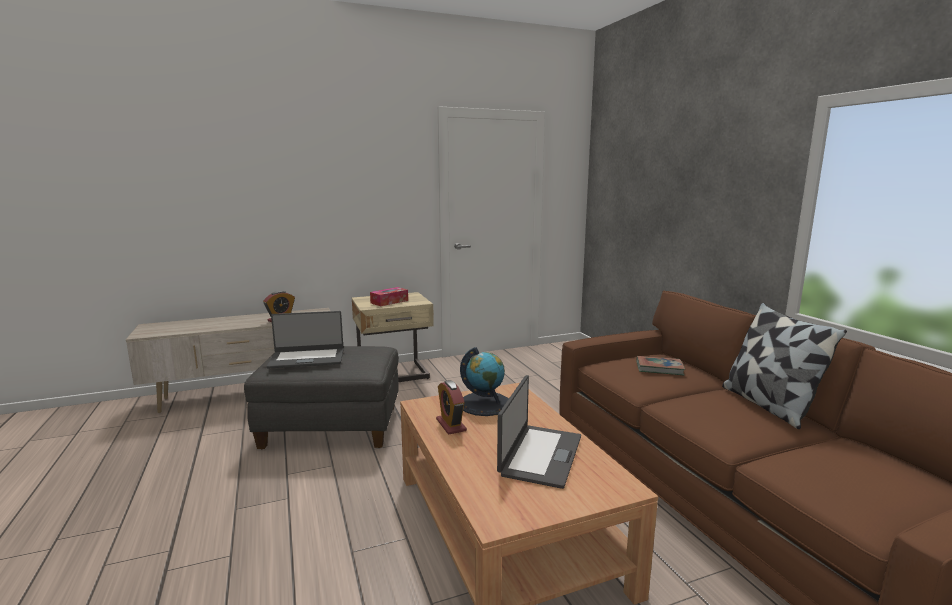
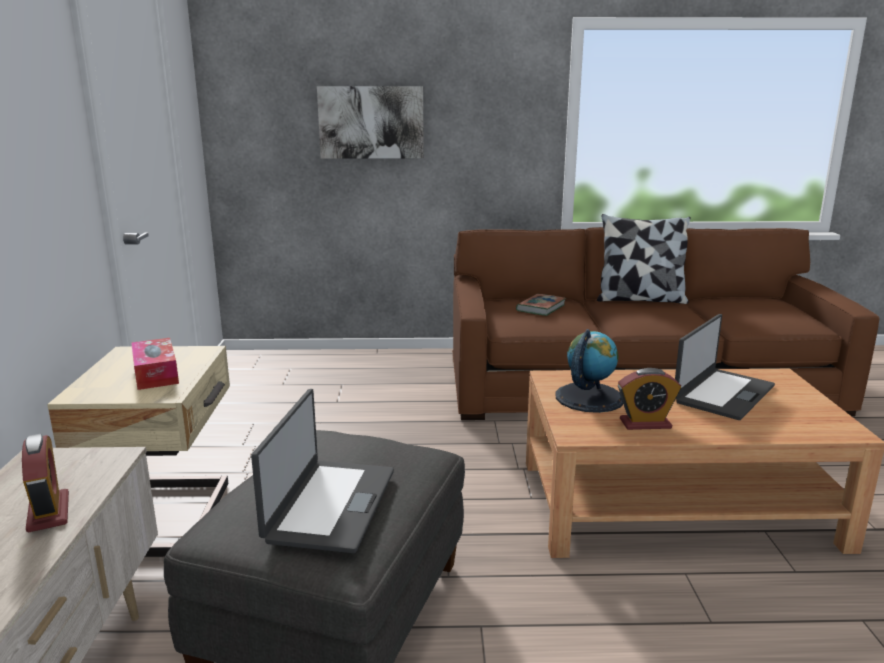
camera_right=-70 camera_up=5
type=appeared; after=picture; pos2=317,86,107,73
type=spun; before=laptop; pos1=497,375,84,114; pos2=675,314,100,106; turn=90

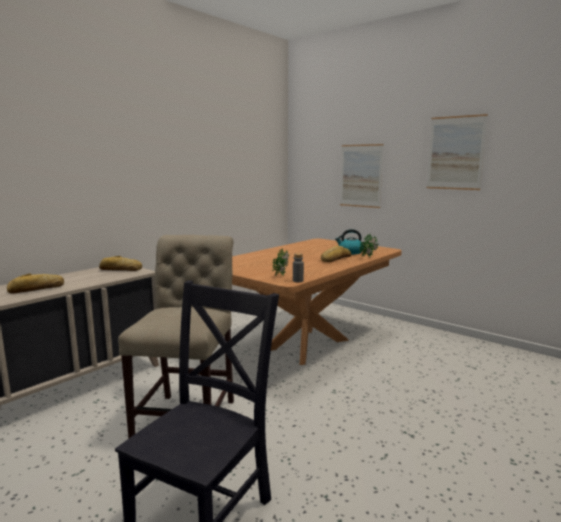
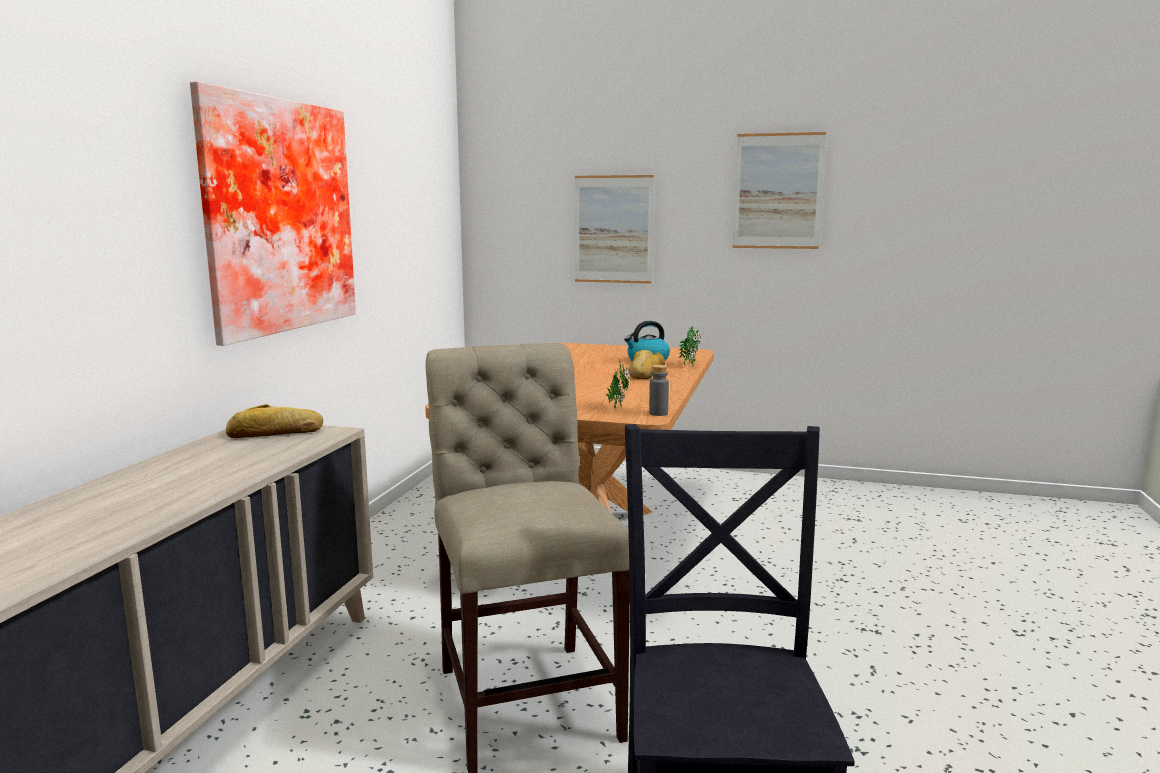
camera_right=-25 camera_up=0
type=missing; before=bread; pos1=7,274,57,20
type=appeared; after=picture; pos2=190,81,166,265

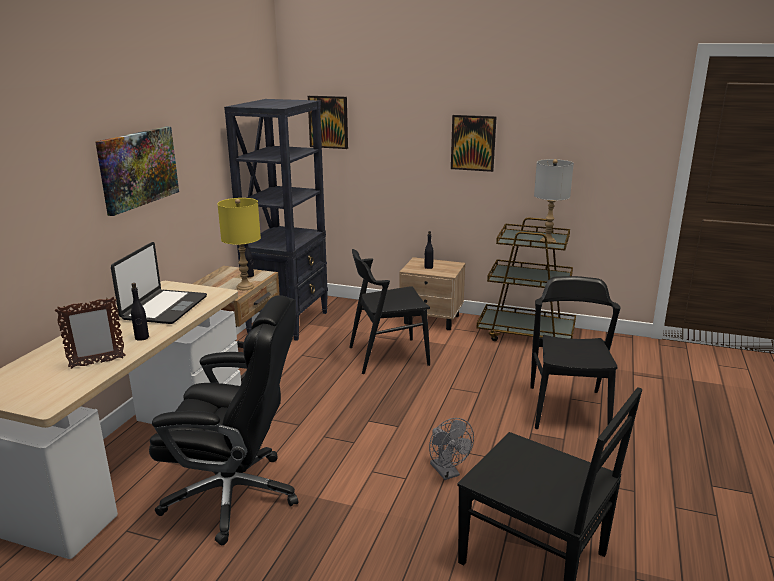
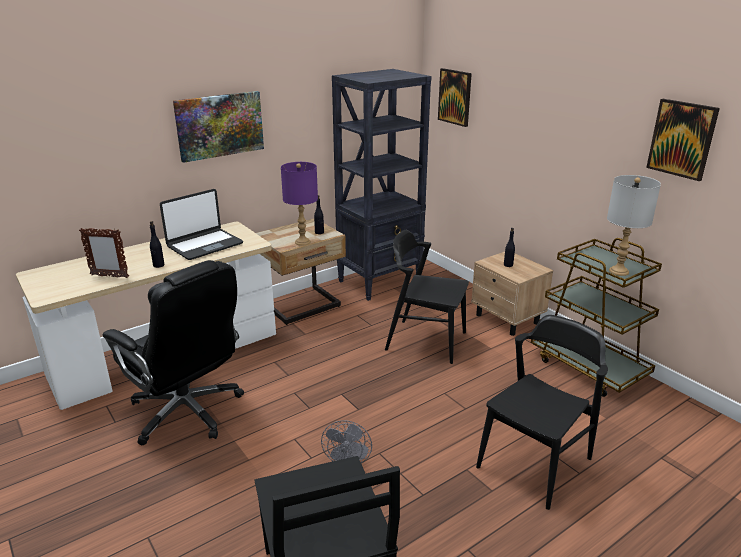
camera_right=35 camera_up=5
type=relocated; before=picture; pos1=451,115,46,57; pos2=646,99,74,82
type=colour; before=yellow table lamp; after=purple table lamp; pos1=217,198,44,92; pos2=281,162,37,84

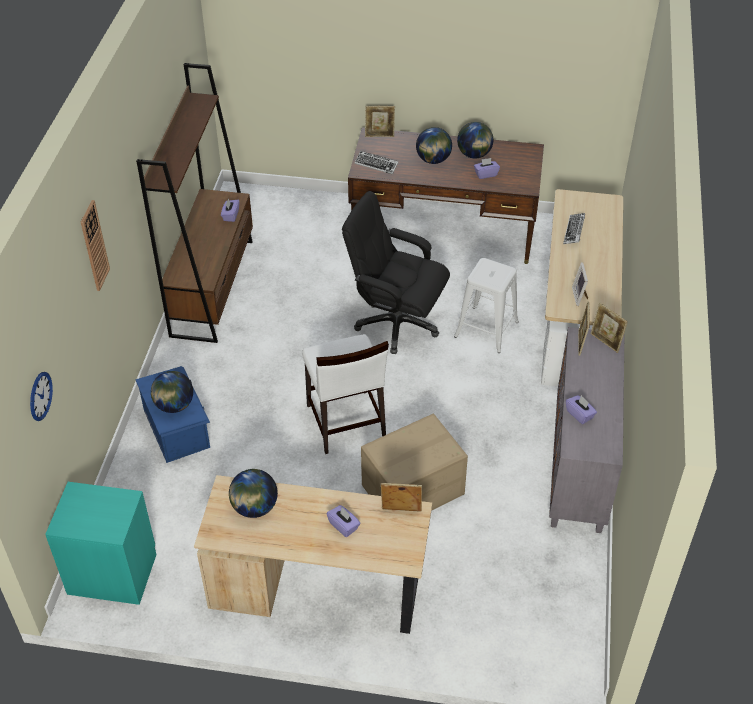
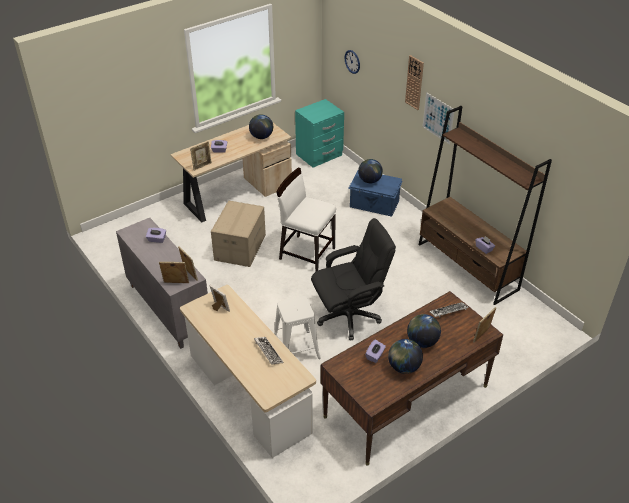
camera_right=135 camera_up=-5
type=appeared; after=picture; pos2=422,92,32,53

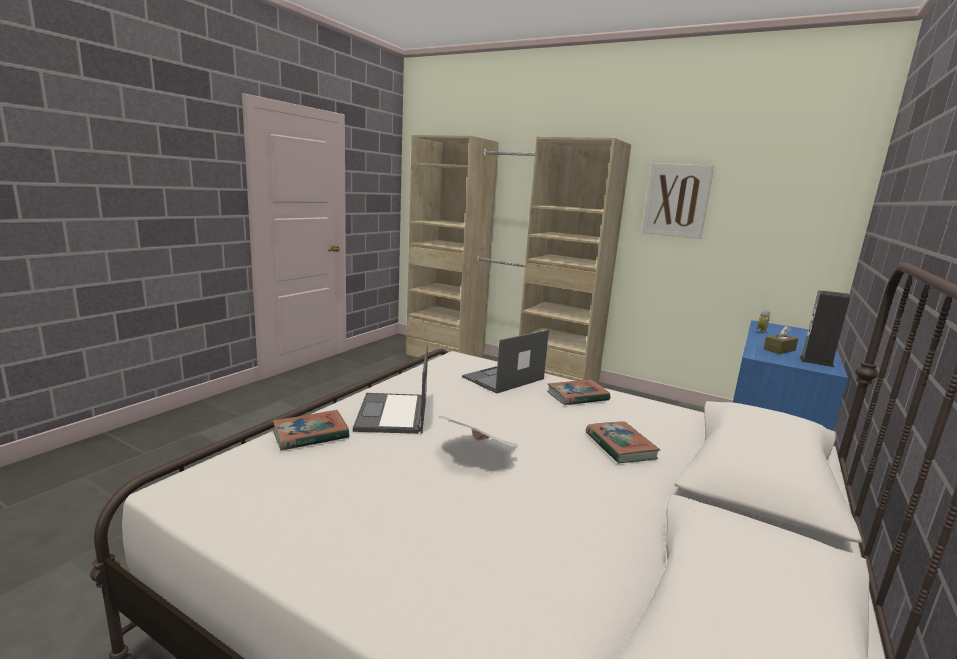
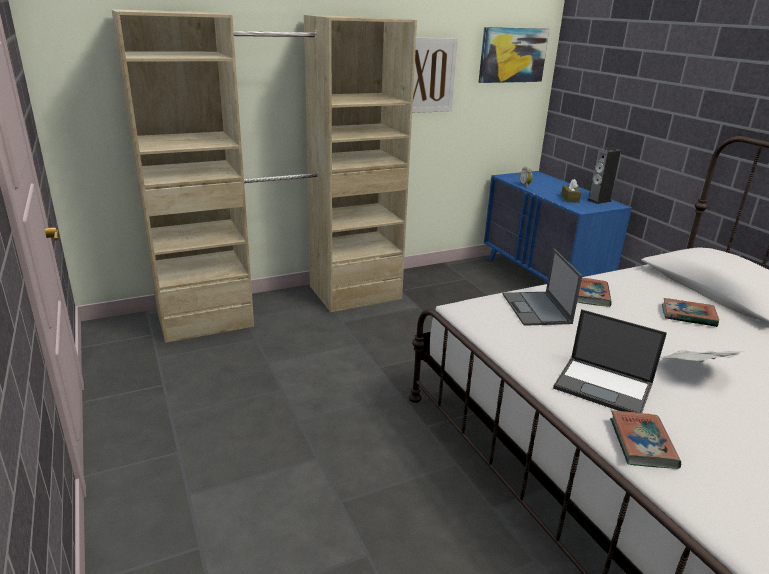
camera_right=-55 camera_up=10
type=appeared; after=picture; pos2=479,27,70,56

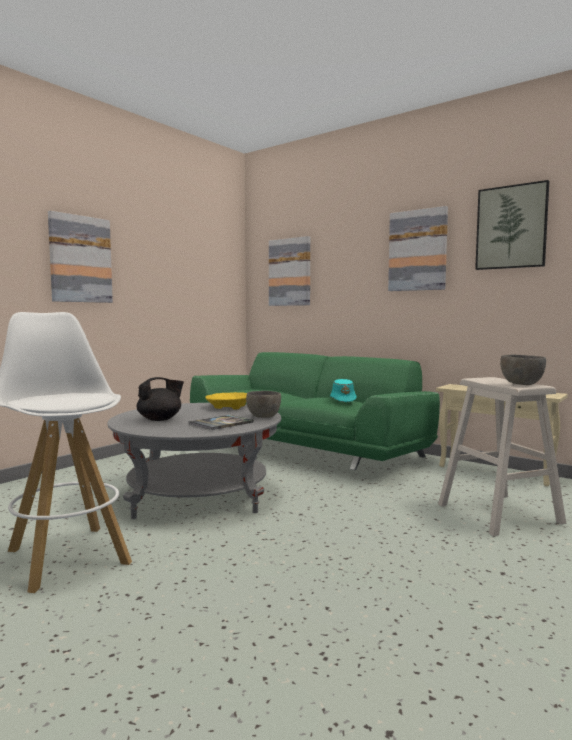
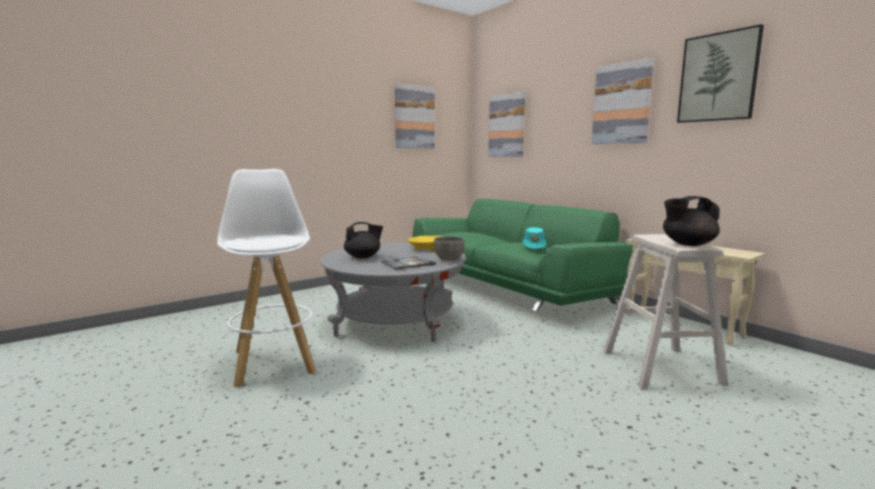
camera_right=15 camera_up=5
type=relocated; before=picture; pos1=48,211,65,92; pos2=395,83,40,65
type=exchanged; before=grey bowl; after=black teapot; pos1=500,355,46,30; pos2=663,196,57,50

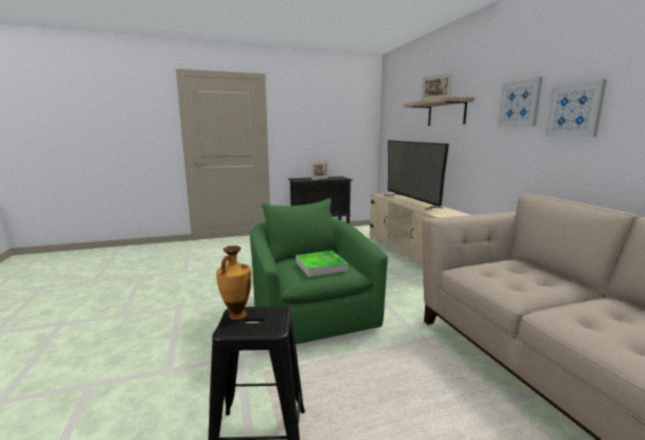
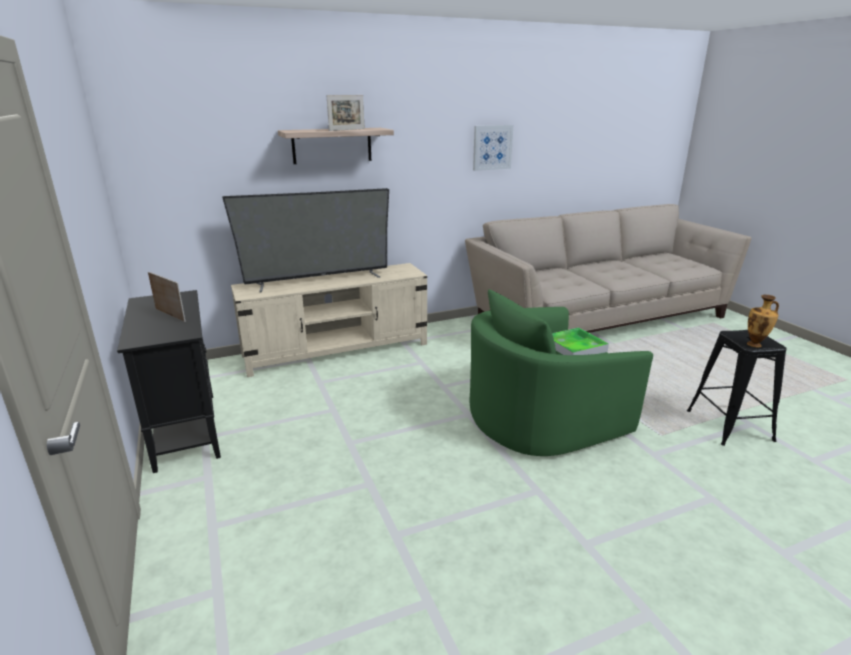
camera_right=-95 camera_up=10
type=missing; before=picture; pos1=497,77,46,50

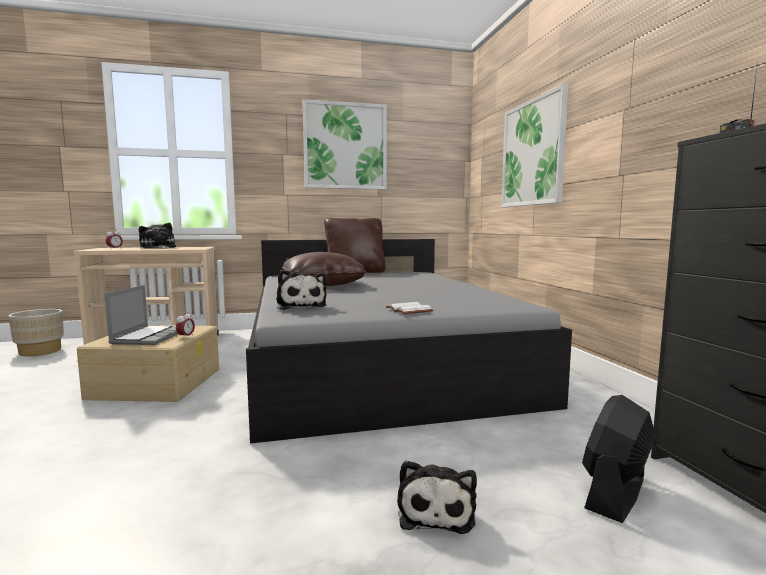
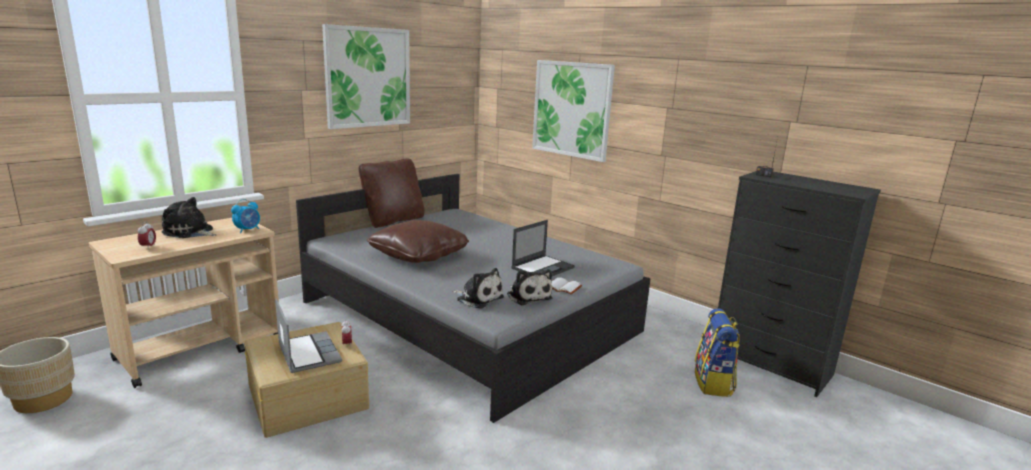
camera_right=-35 camera_up=10
type=appeared; after=alarm clock; pos2=231,199,29,34
type=appeared; after=laptop; pos2=511,220,64,56
type=relocated; before=plush toy; pos1=397,460,80,74; pos2=507,269,45,36
type=exchanged; before=black fan; after=backpack; pos1=582,395,74,128; pos2=695,308,45,89

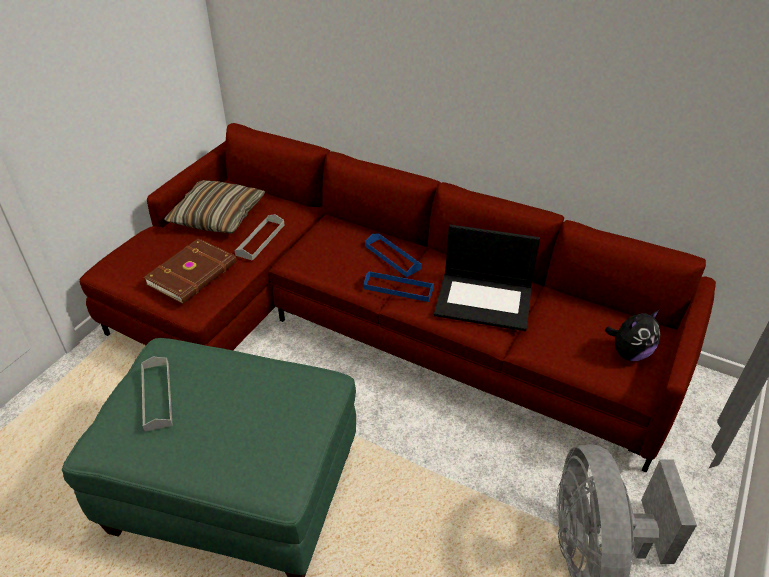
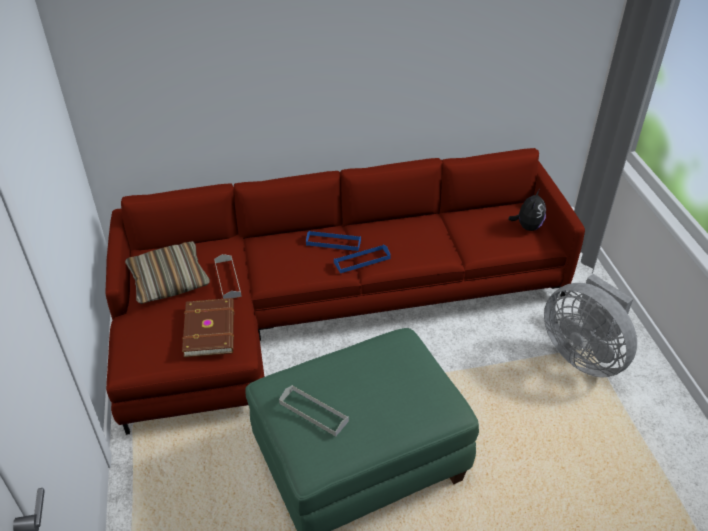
camera_right=-40 camera_up=0
type=missing; before=laptop; pos1=434,225,106,106

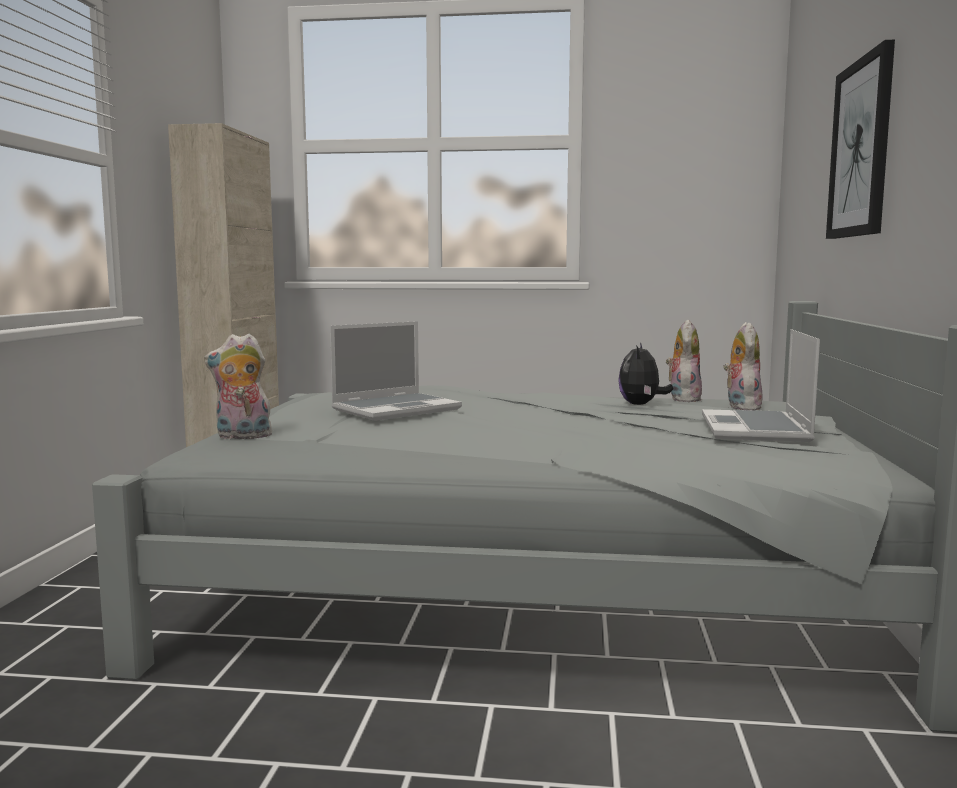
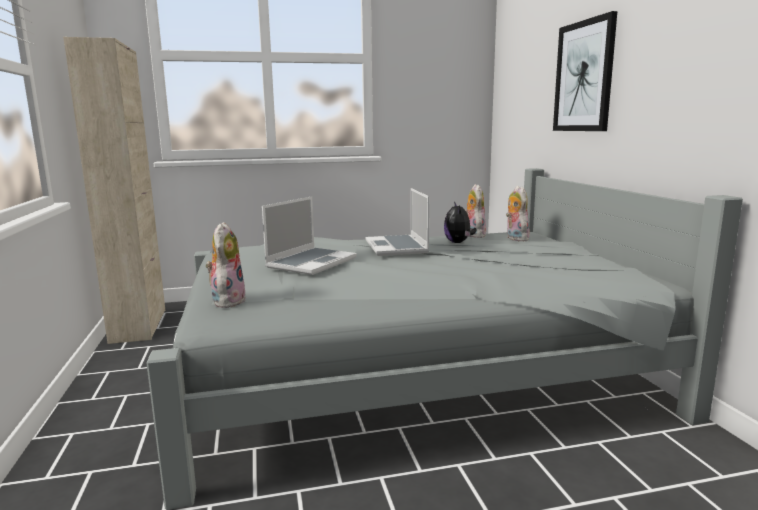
camera_right=-20 camera_up=5
type=relocated; before=laptop; pos1=702,329,118,113; pos2=365,188,64,68
type=spun; before=plush toy; pos1=204,334,70,105; pos2=206,222,40,86; turn=120

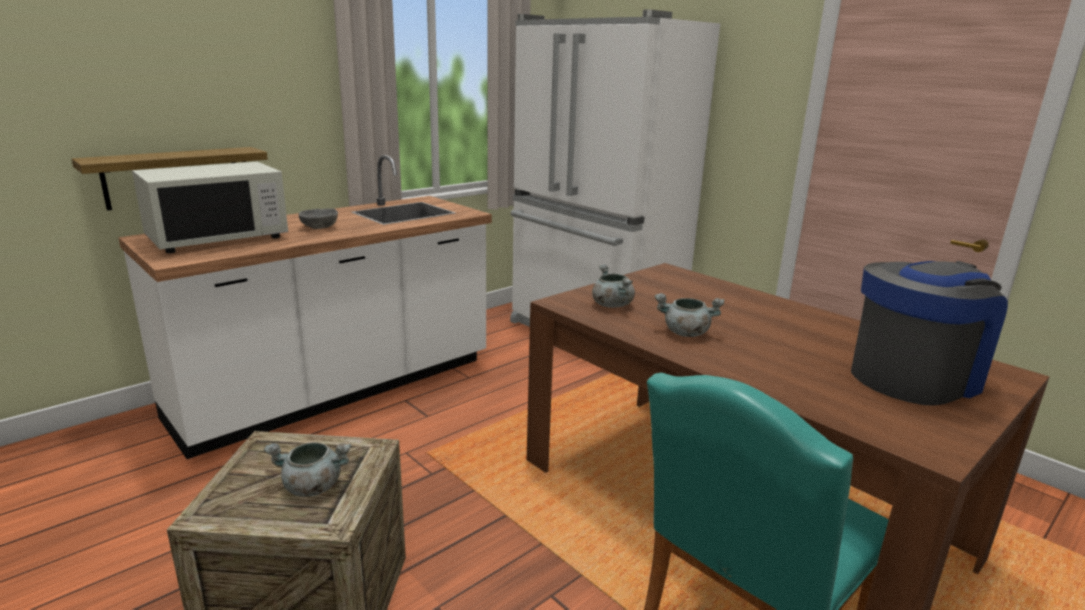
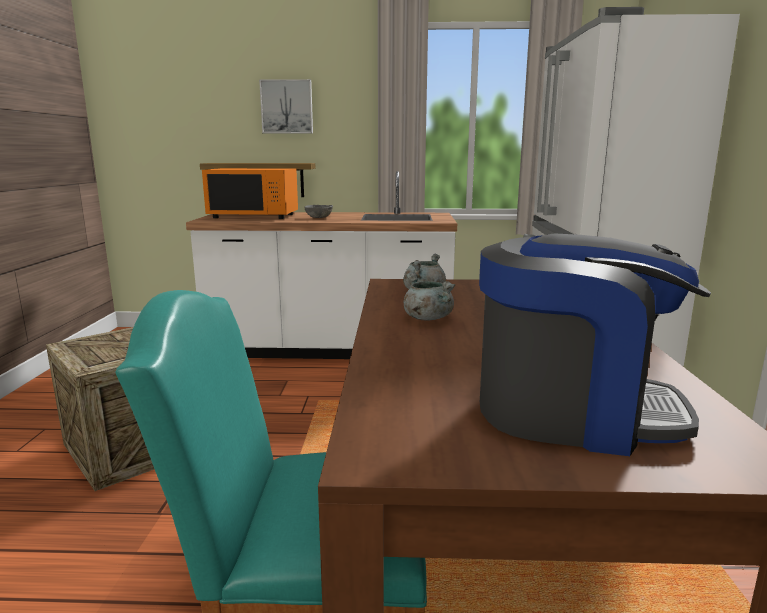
camera_right=45 camera_up=-5
type=missing; before=grey cooking pot; pos1=264,442,87,55
type=appeared; after=picture; pos2=259,79,54,55
type=colour; before=white microwave; after=orange microwave; pos1=132,162,156,91; pos2=202,168,96,51

